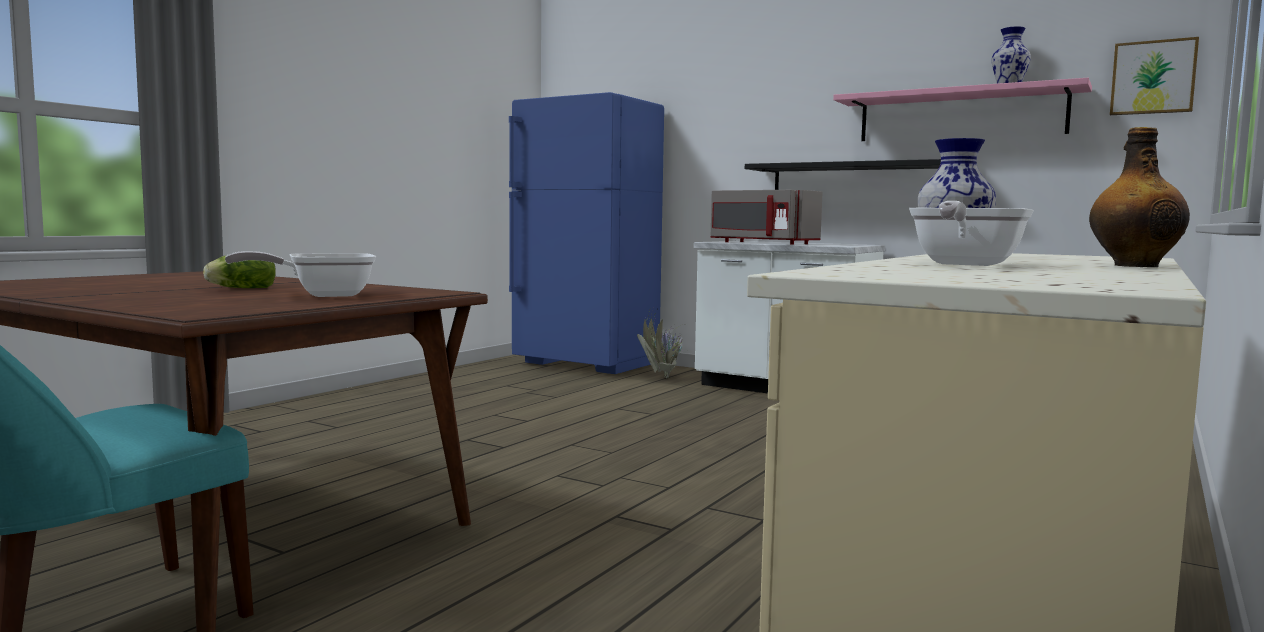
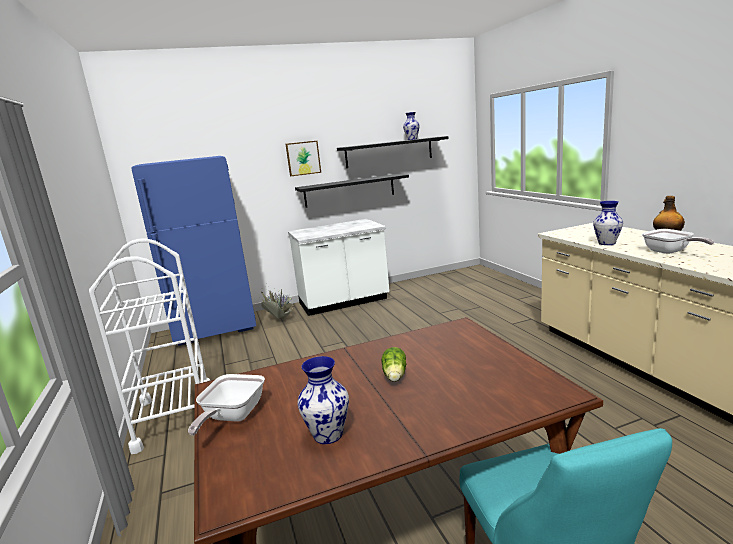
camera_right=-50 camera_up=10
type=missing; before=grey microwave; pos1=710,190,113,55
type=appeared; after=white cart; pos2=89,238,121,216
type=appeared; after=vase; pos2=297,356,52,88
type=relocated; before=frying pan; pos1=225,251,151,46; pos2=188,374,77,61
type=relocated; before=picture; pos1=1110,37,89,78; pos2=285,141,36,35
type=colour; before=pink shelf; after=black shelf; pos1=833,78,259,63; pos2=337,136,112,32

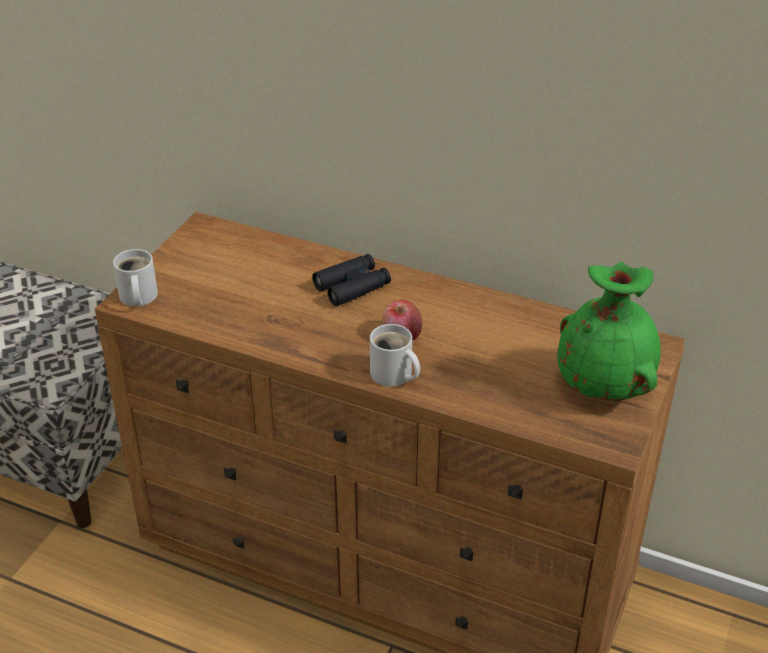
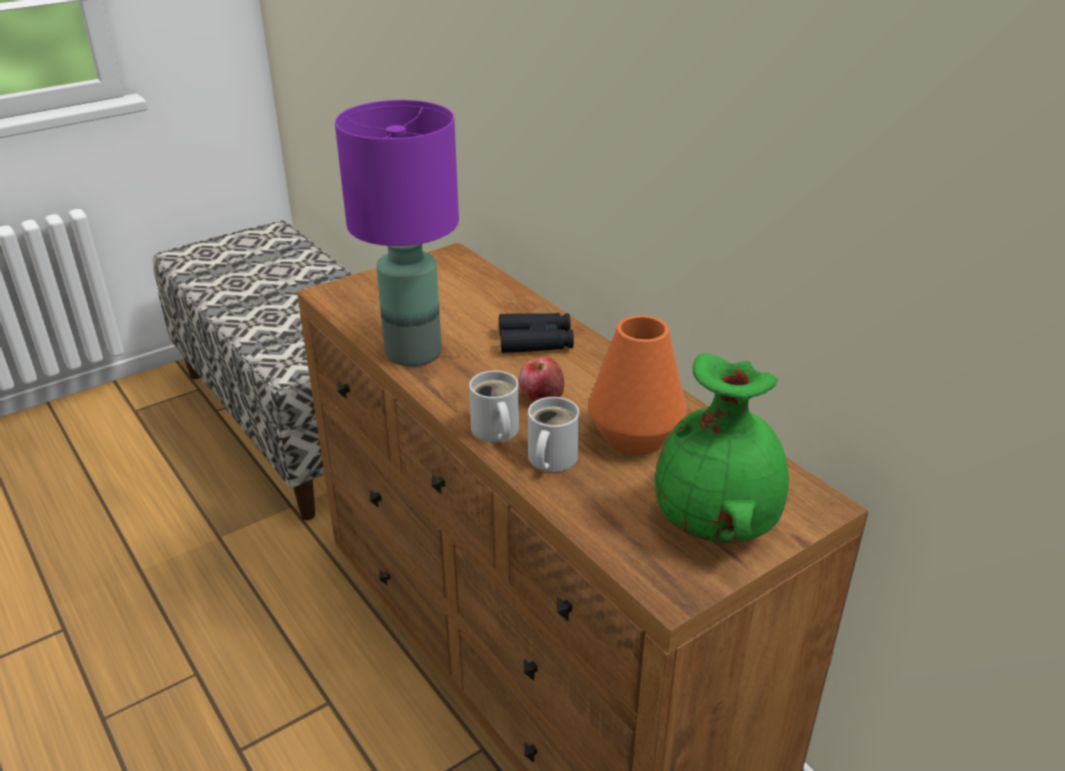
camera_right=30 camera_up=-5
type=appeared; after=purple table lamp; pos2=335,100,124,266
type=appeared; after=orange vase; pos2=588,315,99,140
type=relocated; before=white mug; pos1=113,249,45,58; pos2=528,397,52,75

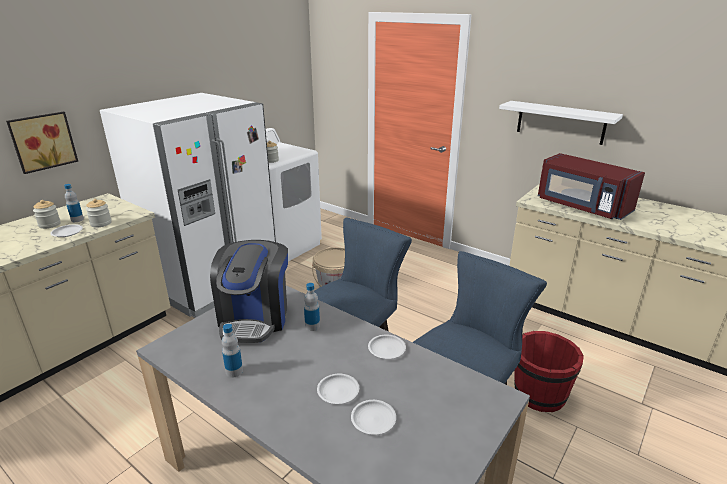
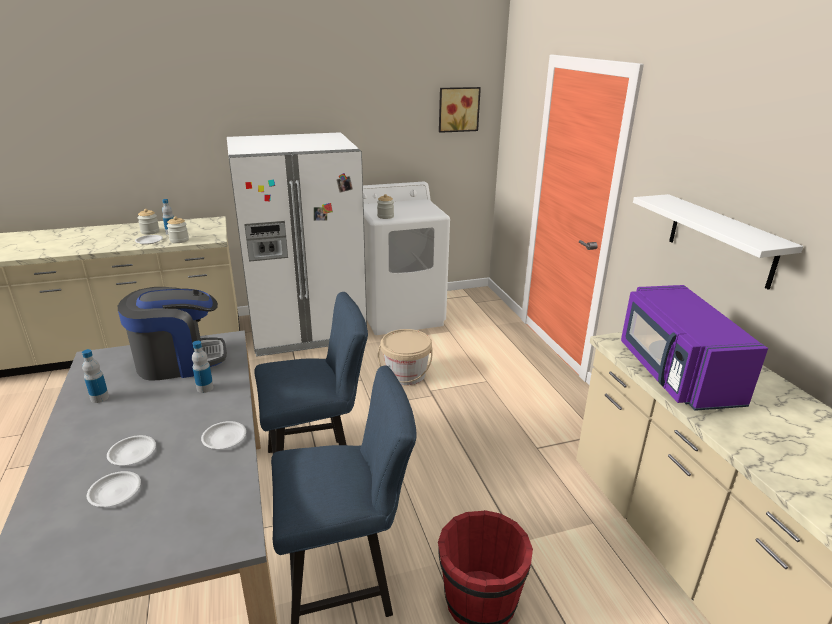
camera_right=35 camera_up=0
type=relocated; before=picture; pos1=6,112,72,62; pos2=439,87,42,46
type=colour; before=red microwave; after=purple microwave; pos1=538,153,107,67; pos2=621,285,147,126
type=spun; before=coffee machine; pos1=210,240,78,103; pos2=118,287,109,94; turn=-150

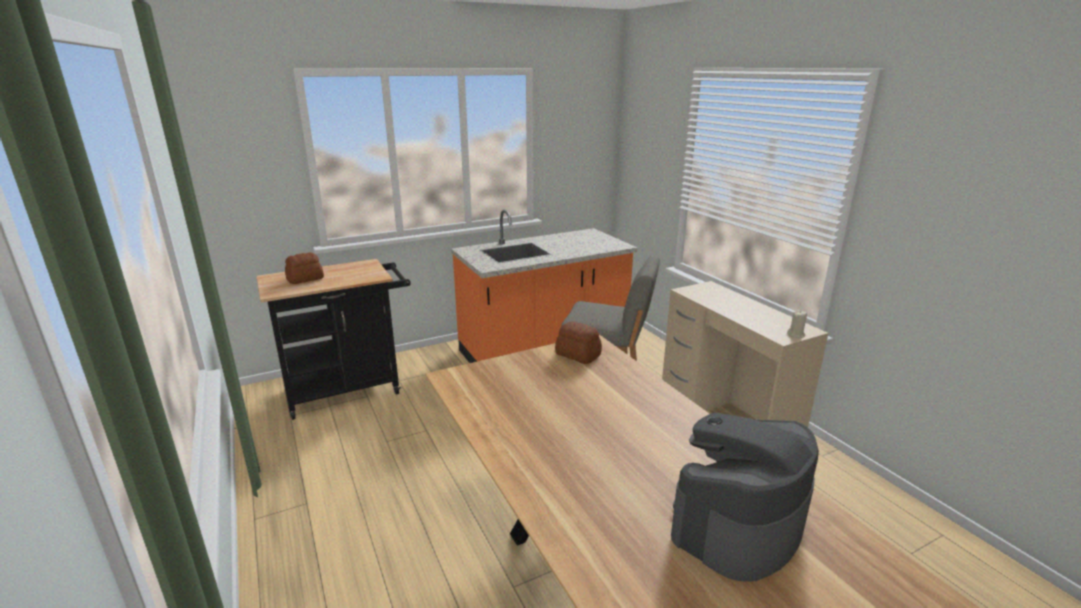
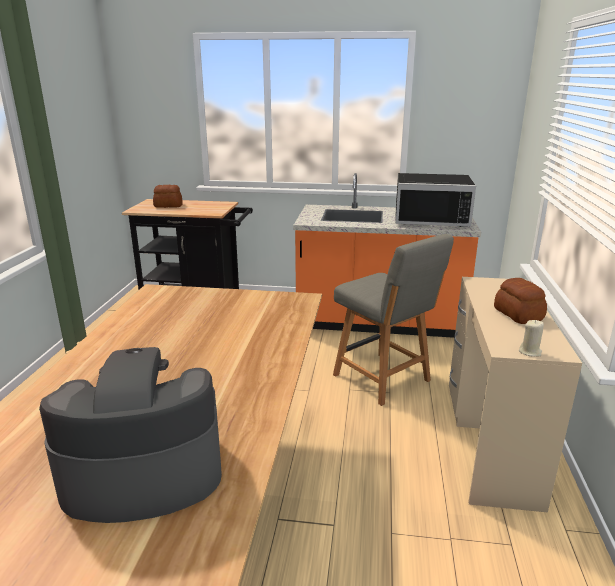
camera_right=35 camera_up=0
type=appeared; after=black microwave; pos2=396,173,80,54
type=relocated; before=bread; pos1=555,321,47,43; pos2=494,278,53,46

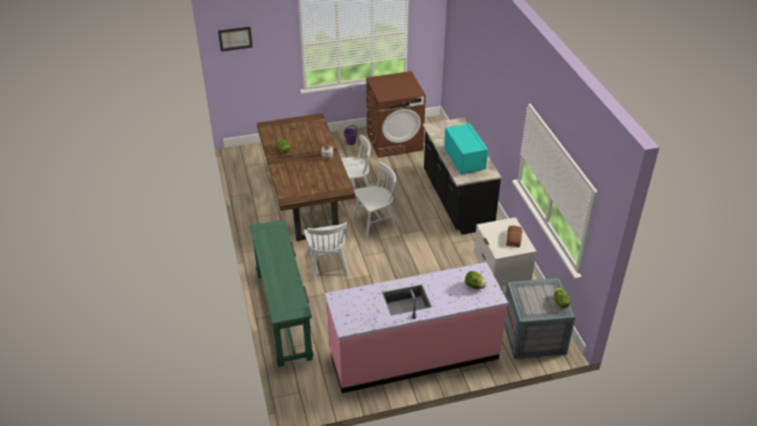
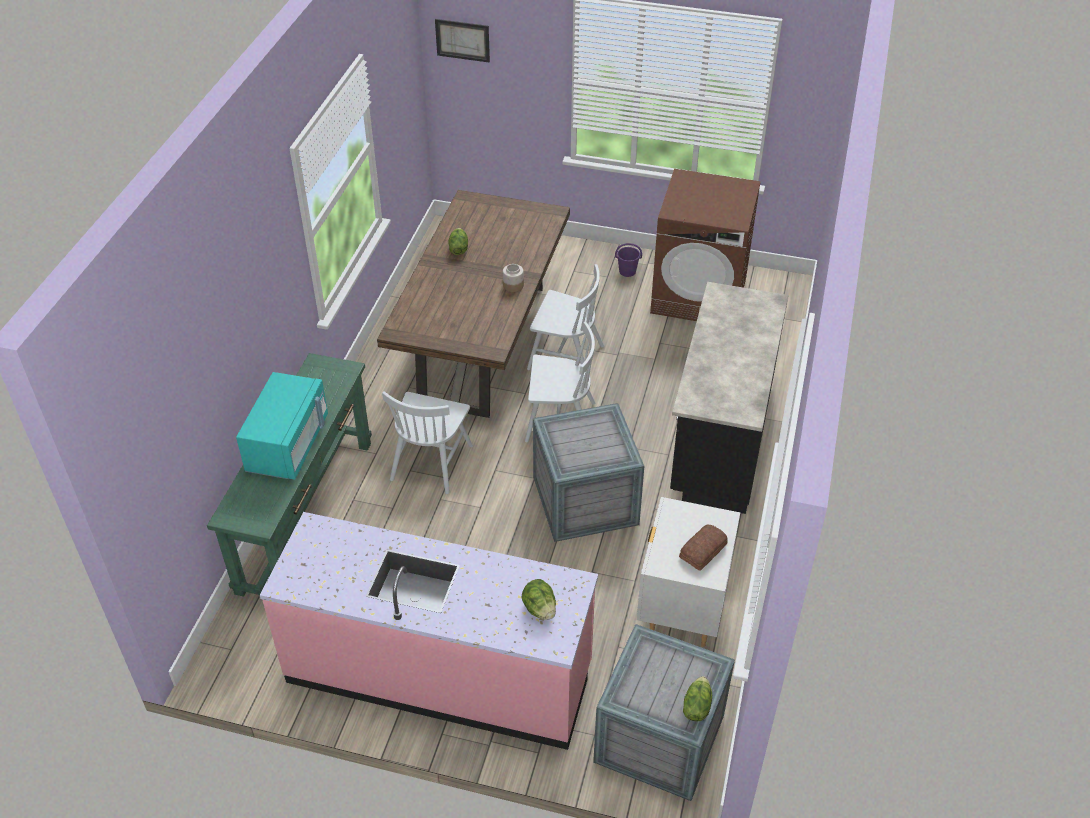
camera_right=30 camera_up=5
type=appeared; after=crate; pos2=533,403,111,139
type=relocated; before=turquoise microwave; pos1=444,123,44,51; pos2=236,372,92,108

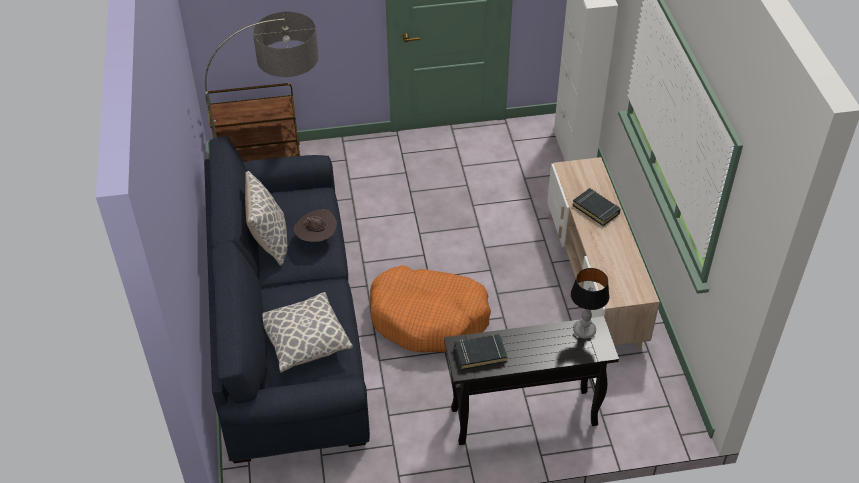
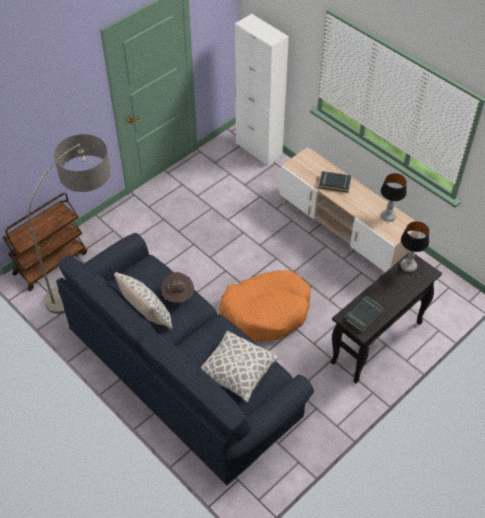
camera_right=-35 camera_up=5
type=appeared; after=table lamp; pos2=381,173,26,49

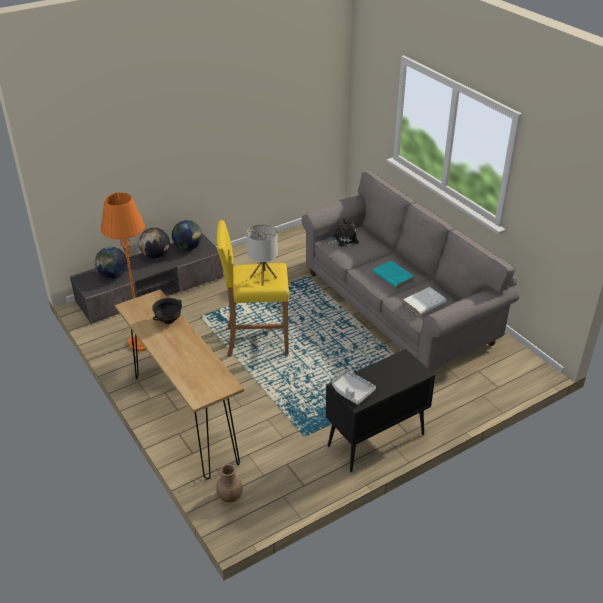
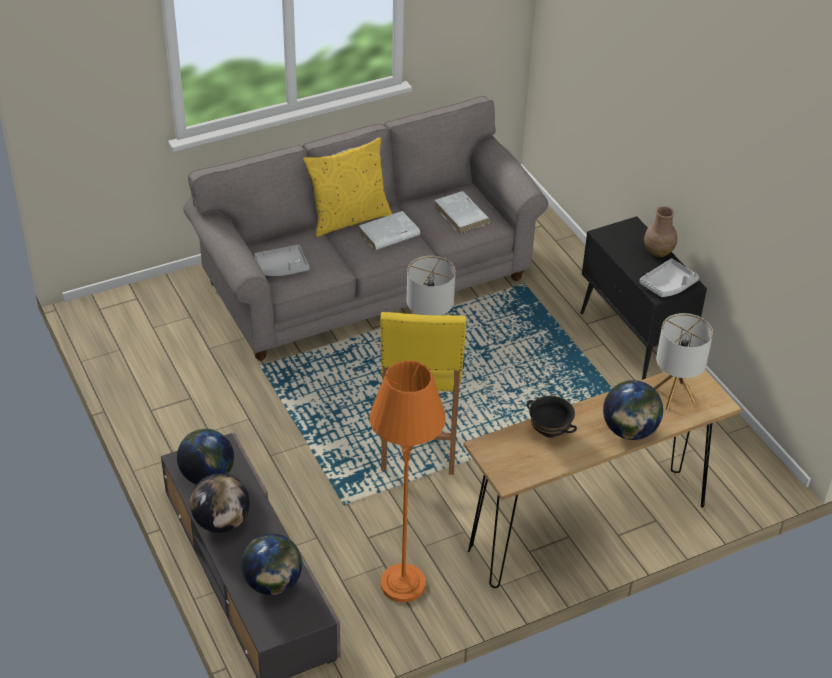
camera_right=-85 camera_up=5
type=appeared; after=yellow pillow; pos2=303,137,89,100
type=appeared; after=globe; pos2=603,380,60,60
type=appeared; after=table lamp; pos2=654,313,59,97
type=relocated; before=brown vase; pos1=216,464,27,39; pos2=644,206,33,51
type=exchanged; before=plush toy; after=grey tray; pos1=327,218,32,29; pos2=254,244,55,32
type=colour; before=turquoise book; after=white book; pos1=373,261,42,28; pos2=359,211,61,39

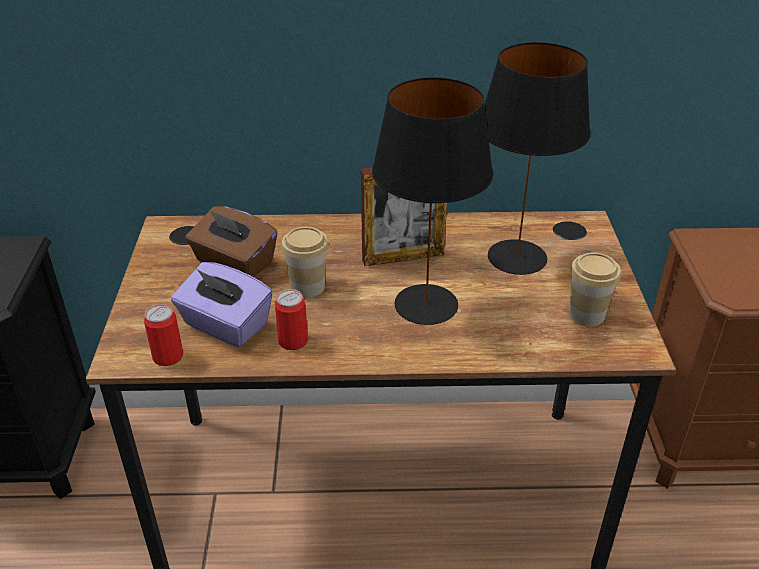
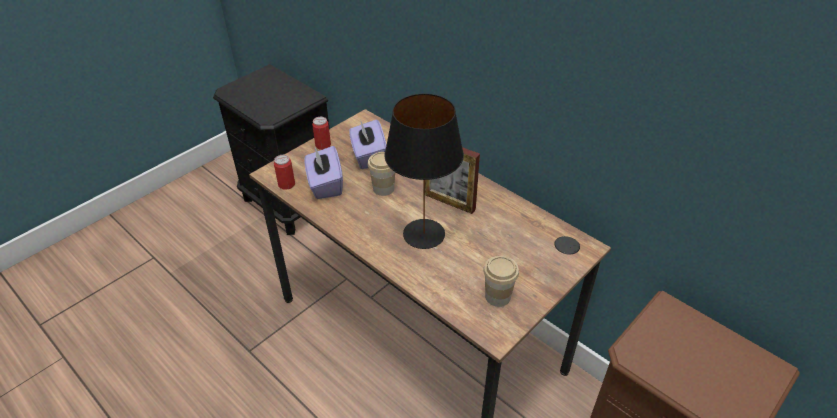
camera_right=45 camera_up=5
type=missing; before=black table lamp; pos1=484,42,106,233
type=relocated; before=can; pos1=275,289,33,61; pos2=312,117,19,33
type=colour; before=brown tissue box; after=purple tissue box; pos1=185,206,93,71; pos2=349,119,38,50

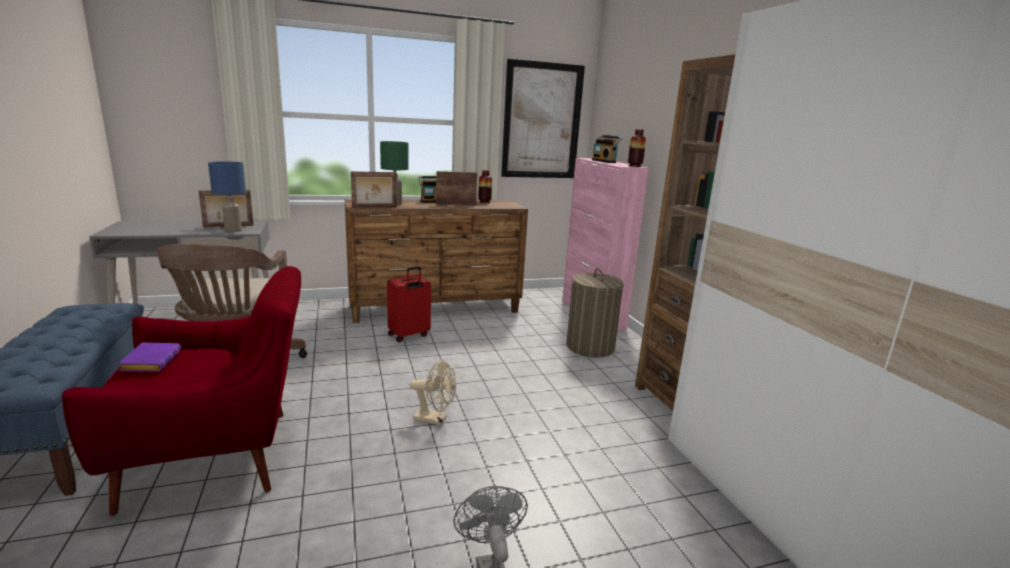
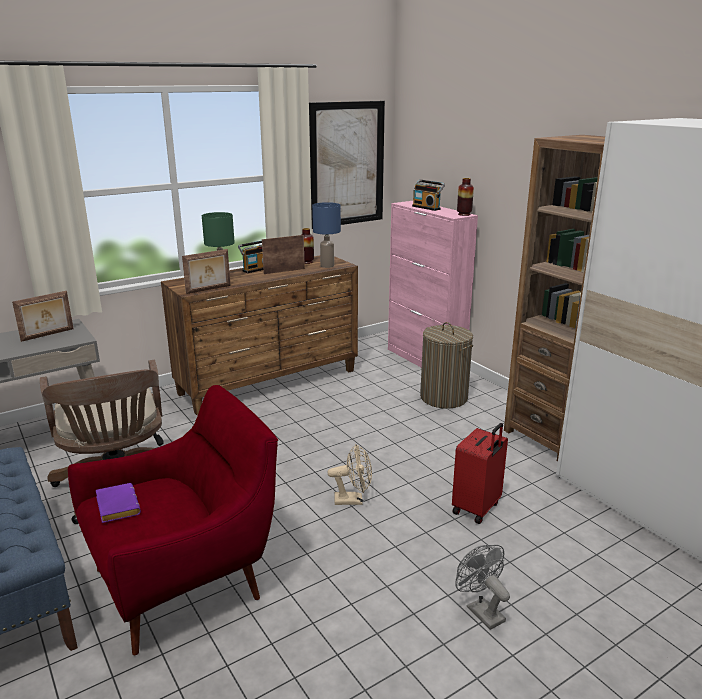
camera_right=-15 camera_up=5
type=relocated; before=blue table lamp; pos1=208,161,38,71; pos2=312,202,29,66
type=relocated; before=red suitcase; pos1=387,266,44,76; pos2=452,423,56,101

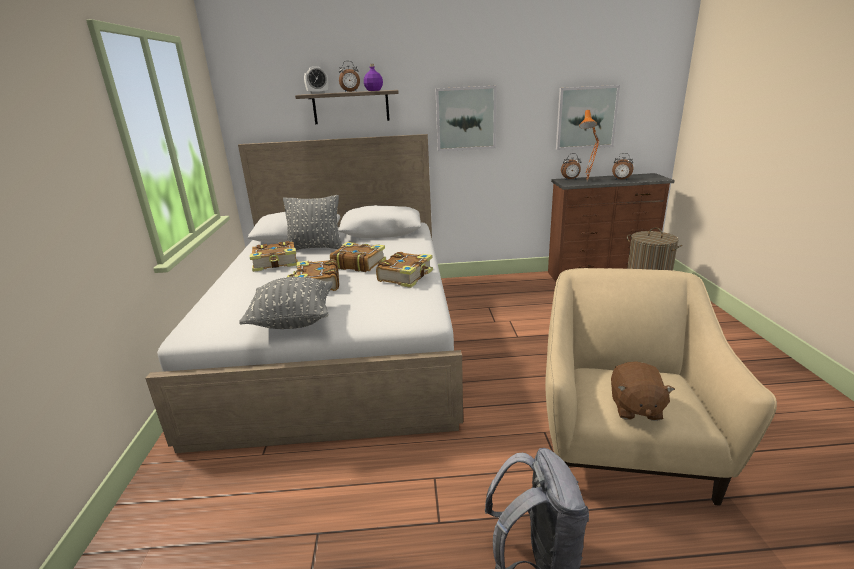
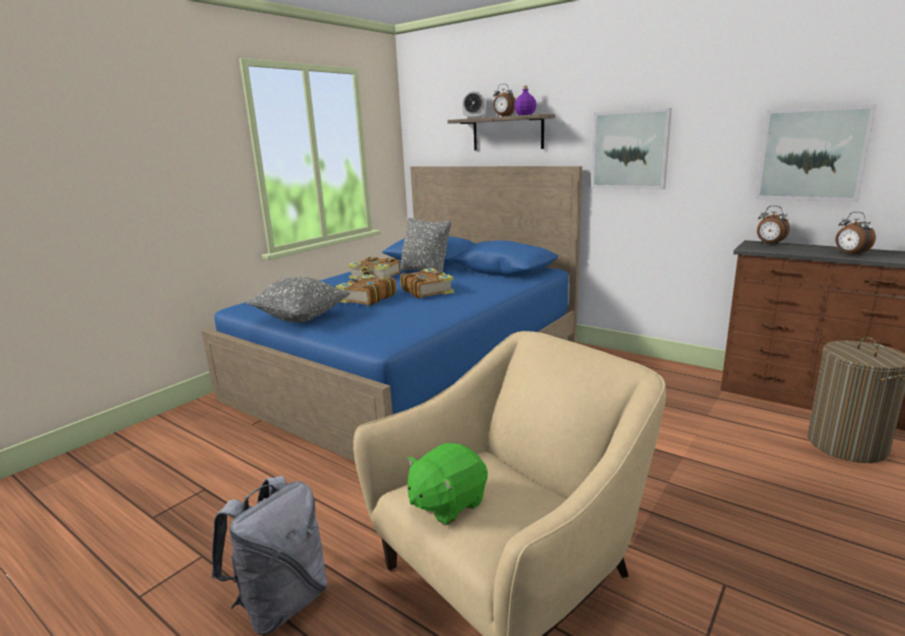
camera_right=40 camera_up=-5
type=missing; before=book; pos1=376,252,57,36
type=missing; before=orange table lamp; pos1=579,110,21,70
type=colour; before=white bed; after=blue bed; pos1=145,134,318,319; pos2=202,166,380,296
type=colour; before=brown plush toy; after=green plush toy; pos1=611,361,64,60; pos2=407,443,81,82

